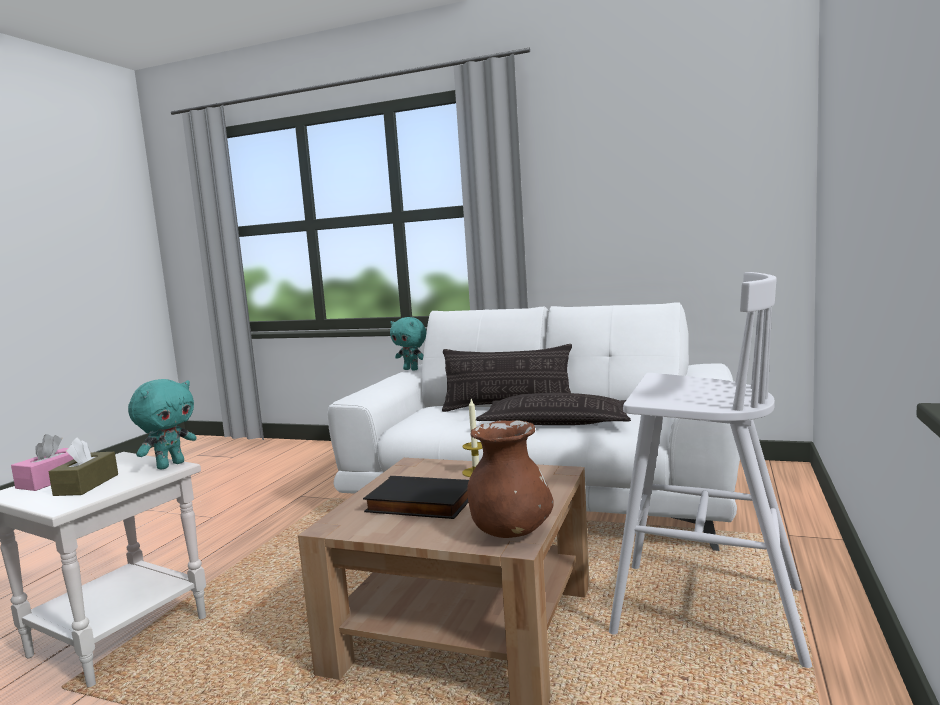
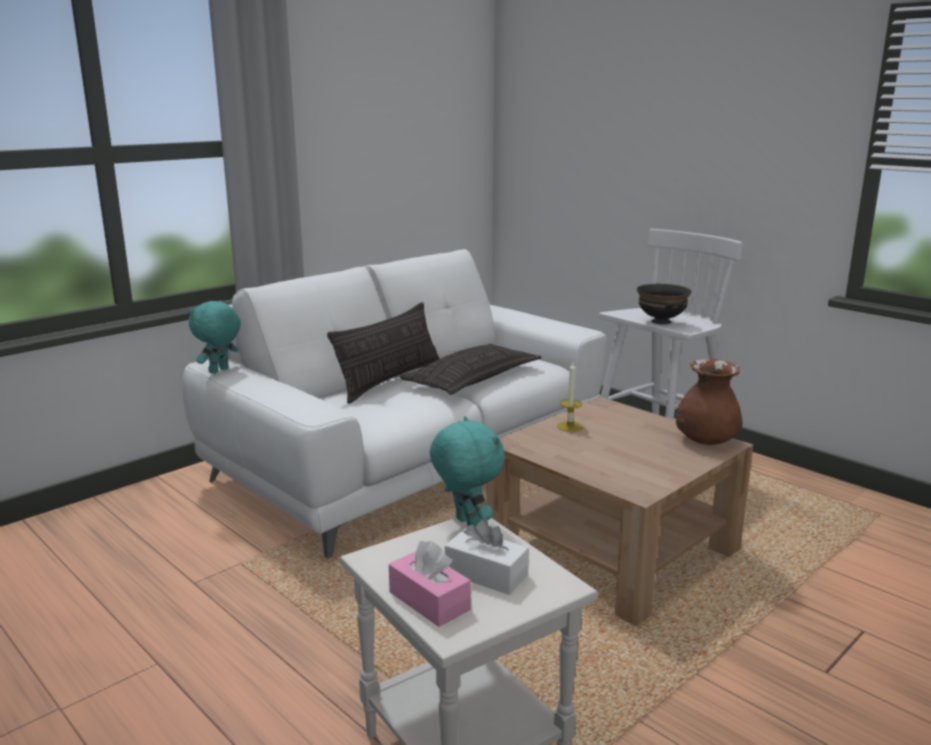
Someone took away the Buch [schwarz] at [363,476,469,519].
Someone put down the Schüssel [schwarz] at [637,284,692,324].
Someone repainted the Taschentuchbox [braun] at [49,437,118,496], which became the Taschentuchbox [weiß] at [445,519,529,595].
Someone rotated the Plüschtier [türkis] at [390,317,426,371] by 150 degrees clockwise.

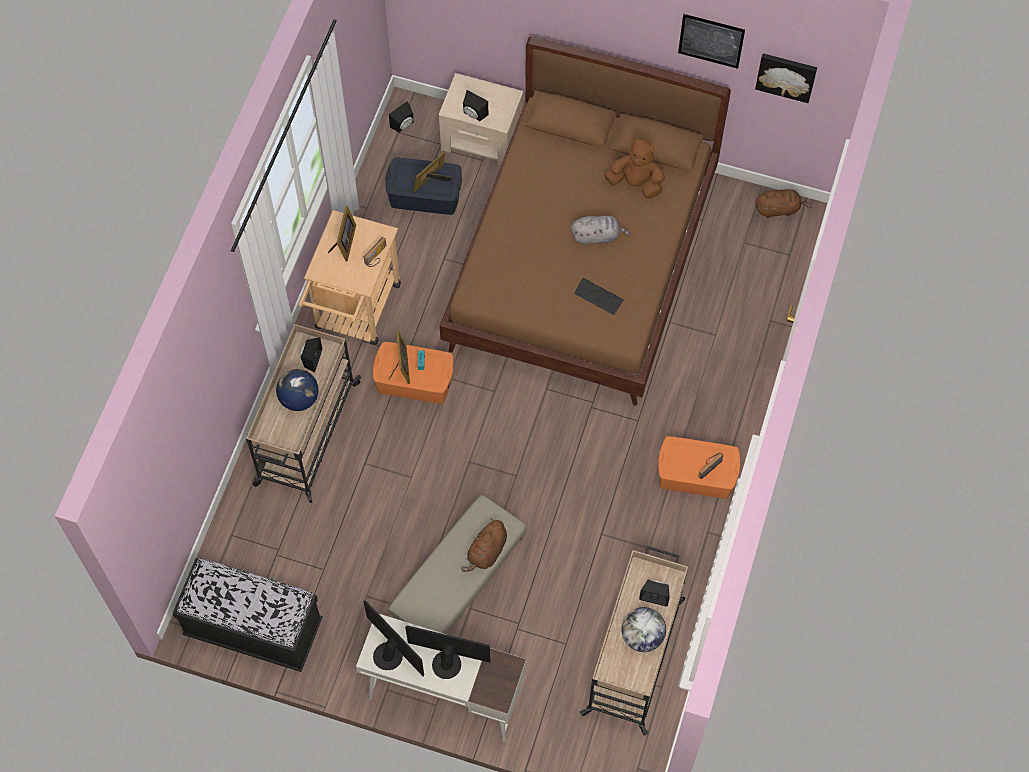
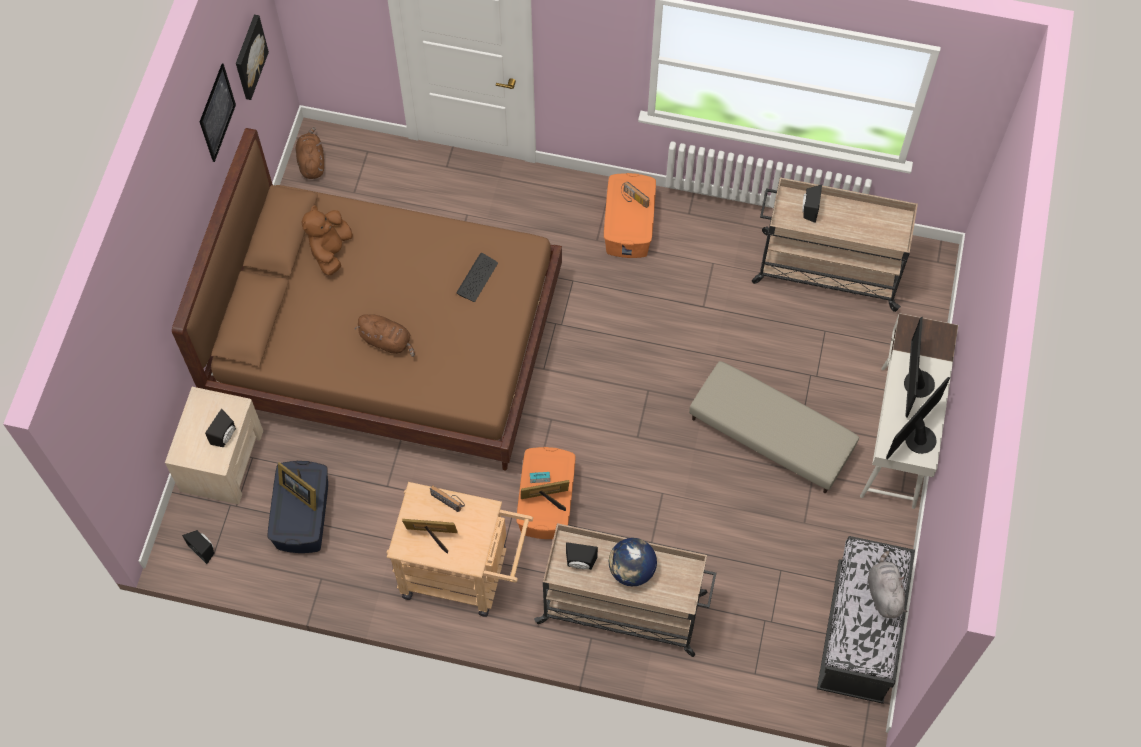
Someone took away the Globus at [621,607,666,652].
Someone carried the Plüschtier [braun] from [461,518,507,572] to [355,314,415,357].
Someone carried the Plüschtier [grau] from [571,215,631,245] to [868,551,907,618].

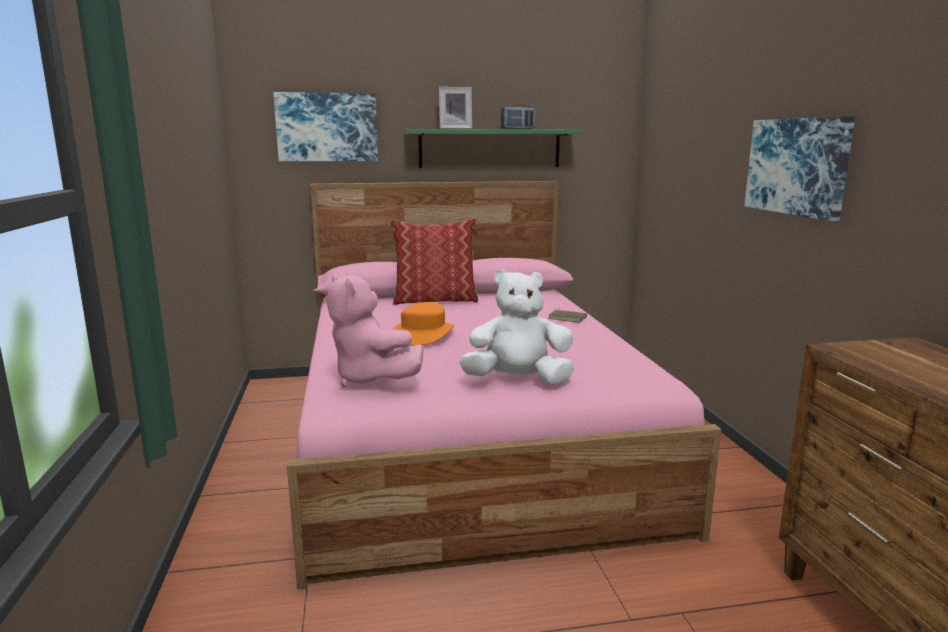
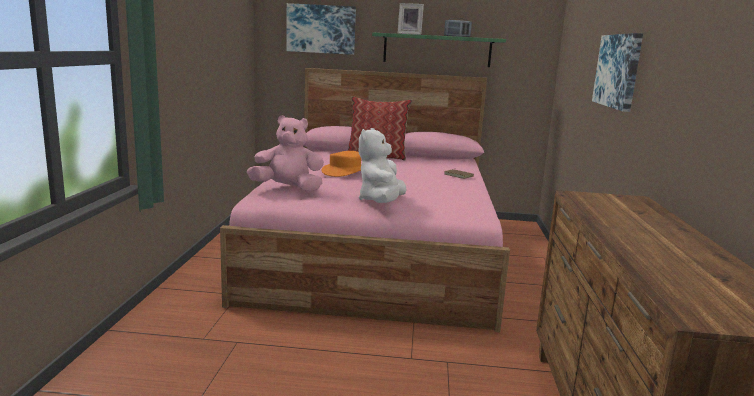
Someone rotated the Plüschtier [rosa] at [327,274,423,388] by 120 degrees clockwise.
Someone rotated the Plüschtier [weiß] at [459,269,574,385] by 90 degrees counterclockwise.

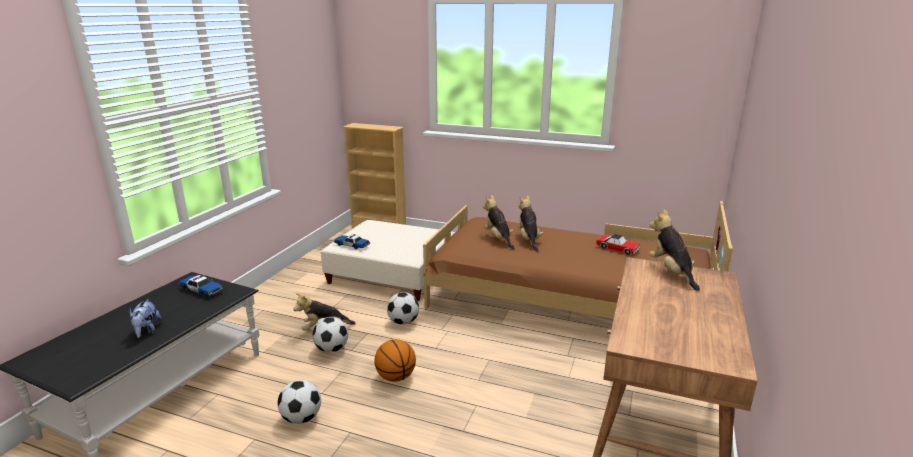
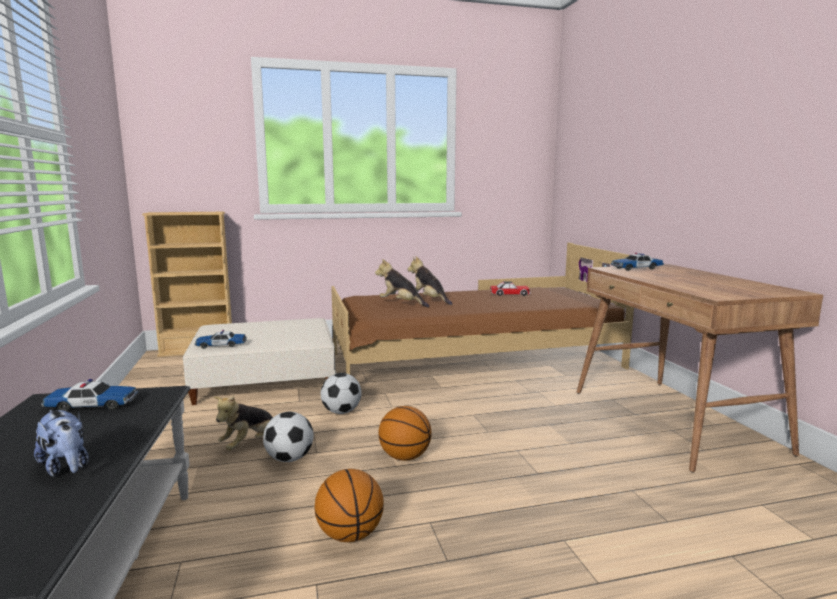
Someone swapped the Fußball at [278,380,321,424] for the Basketball at [315,469,384,542].
Someone swapped the Plüschtier at [649,209,700,291] for the Spielzeugauto at [611,253,664,271].

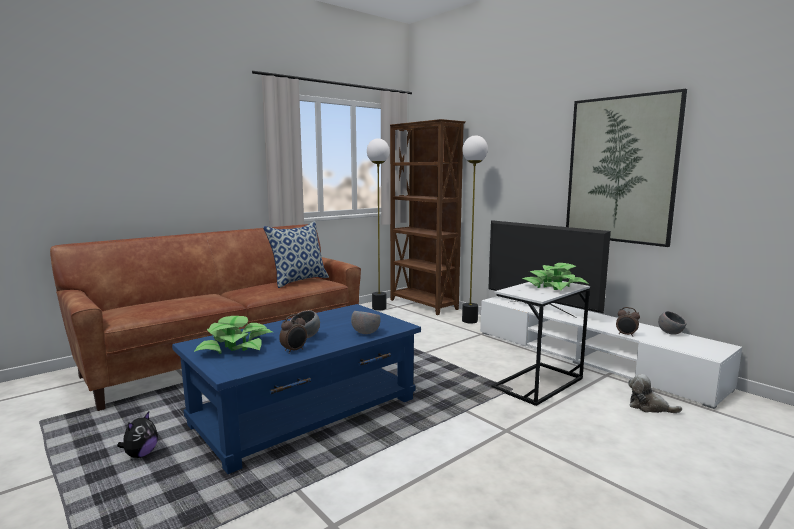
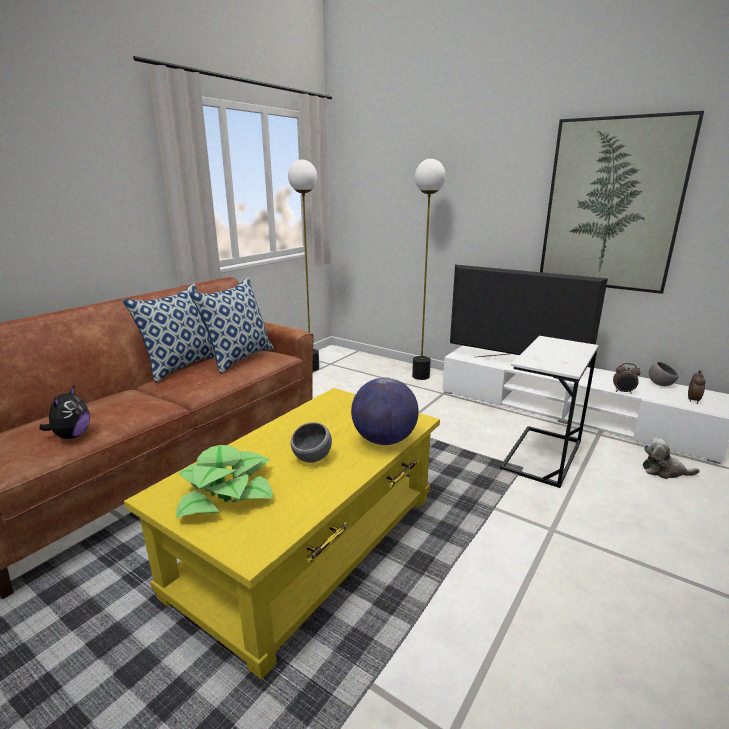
Someone took away the Bücherregal [braun] at [390,119,466,315].
Someone took away the Topfpflanze at [522,263,588,291].
Someone put down the Kissen at [122,283,216,383].
Someone carried the Plüschtier from [117,411,158,458] to [39,386,90,439].
Someone carried the Wecker from [279,314,307,354] to [688,370,705,404].
Someone swapped the Schüssel [grau] at [351,311,381,334] for the Globus at [351,378,419,445].
Someone repainted the Couchtisch [blau] at [172,304,421,474], which became the Couchtisch [gelb] at [124,388,440,679].

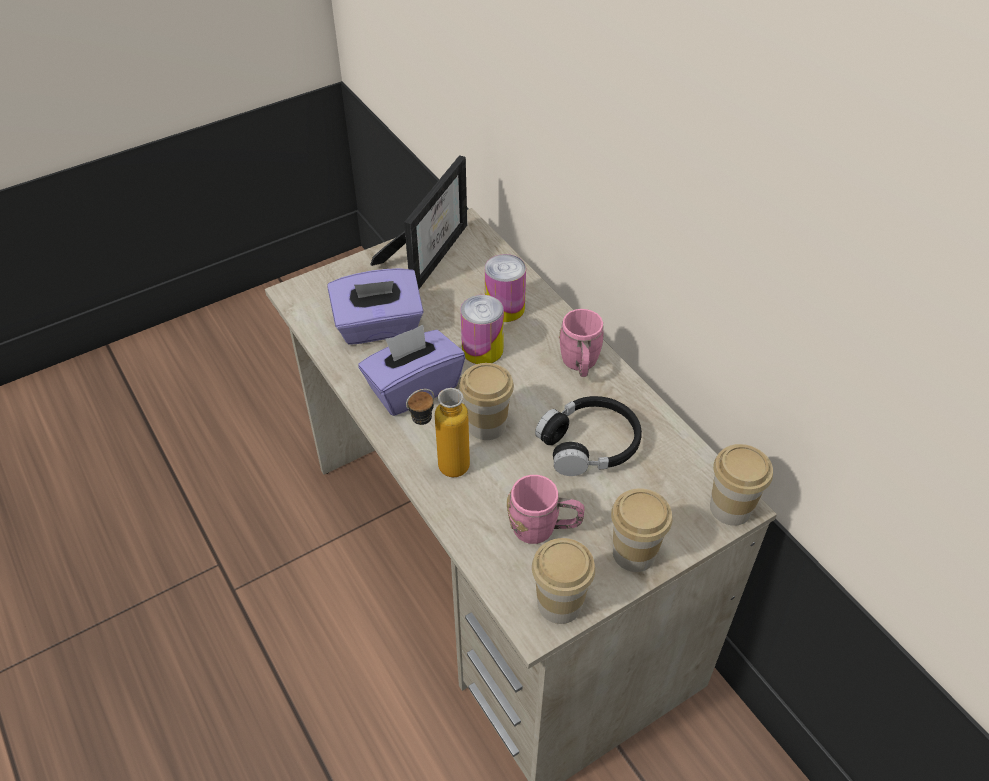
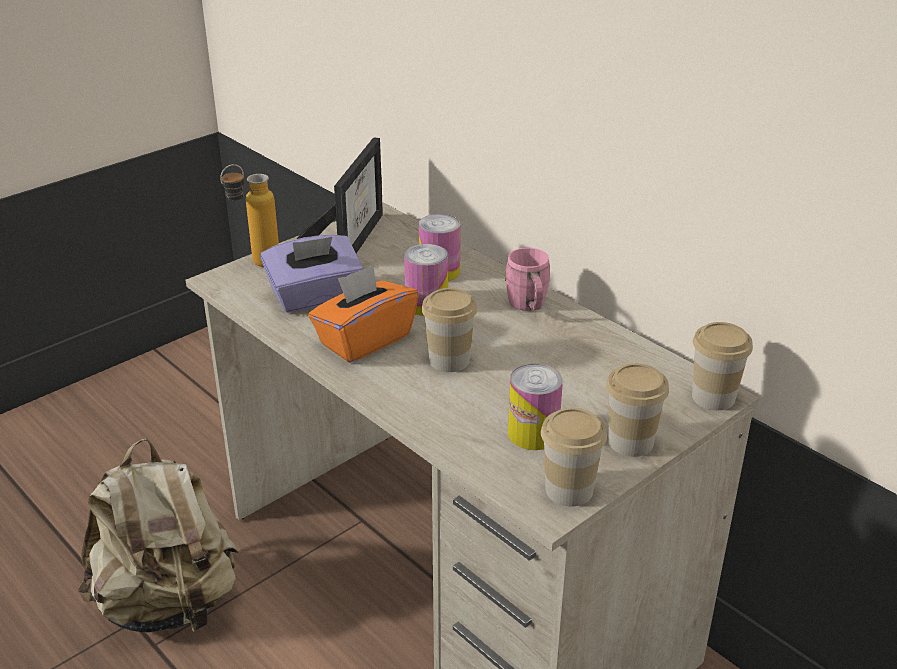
Someone took away the Kopfhörer [schwarz] at [535,396,642,476].
Someone put down the Rucksack [beige] at [78,438,238,635].
Someone carried the Flasche from [406,388,470,477] to [220,164,279,267].
Someone swapped the Henkelbecher [rosa] at [507,475,585,544] for the Dose at [508,364,563,450].
Someone repainted the Taschentuchbox [lila] at [358,325,465,416], which became the Taschentuchbox [orange] at [309,265,419,363].

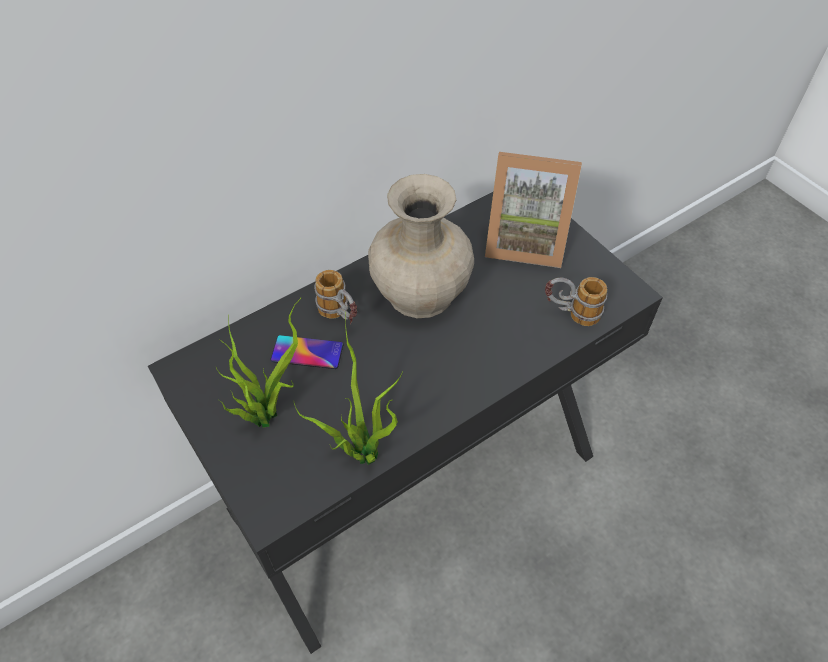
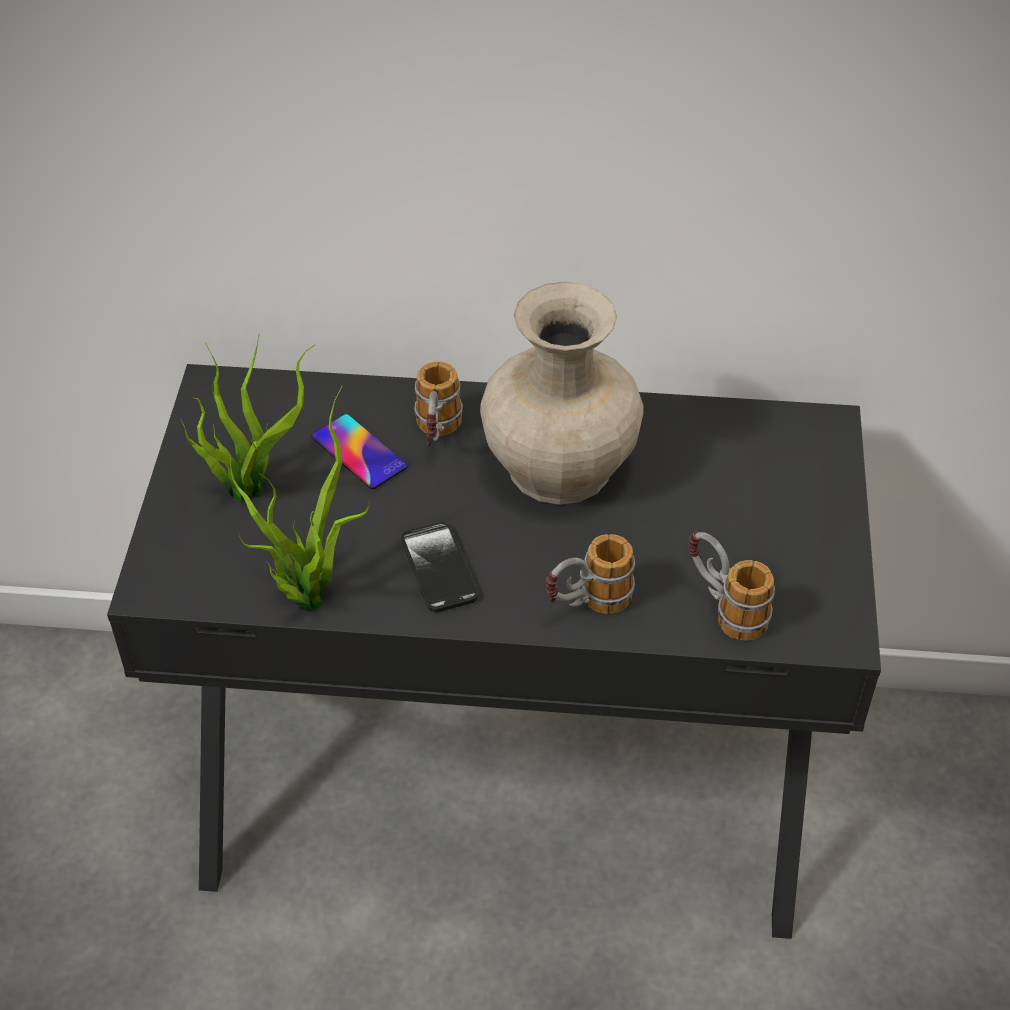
Someone took away the Bilderrahmen at [485,152,582,268].
Someone put down the Handy at [401,522,478,612].
Someone put down the Henkelbecher at [546,534,635,614].

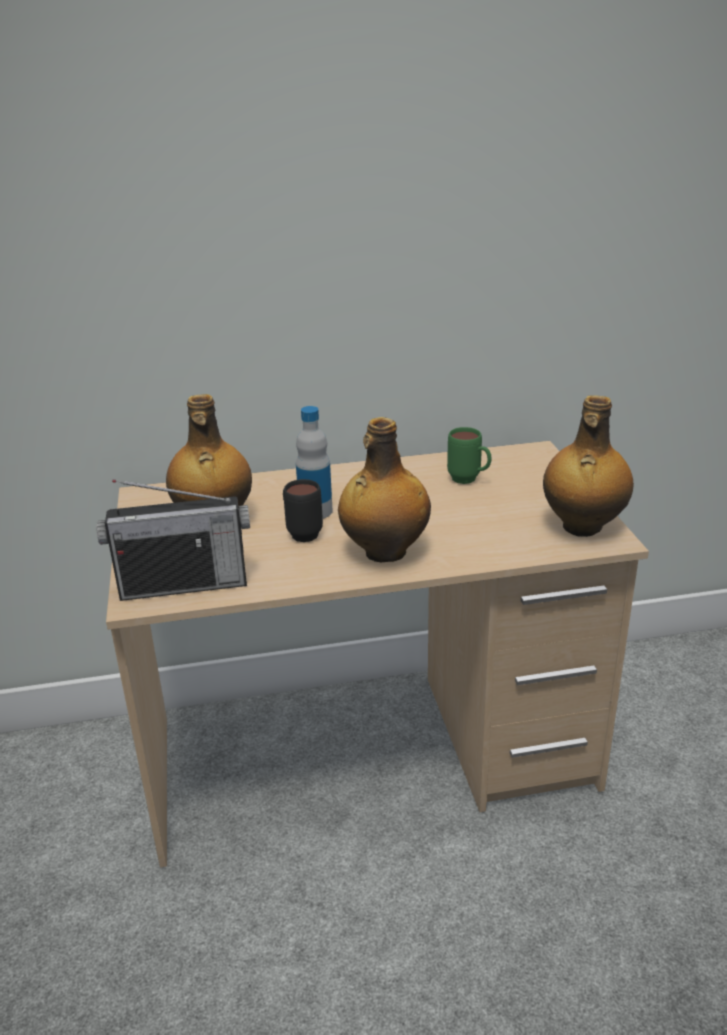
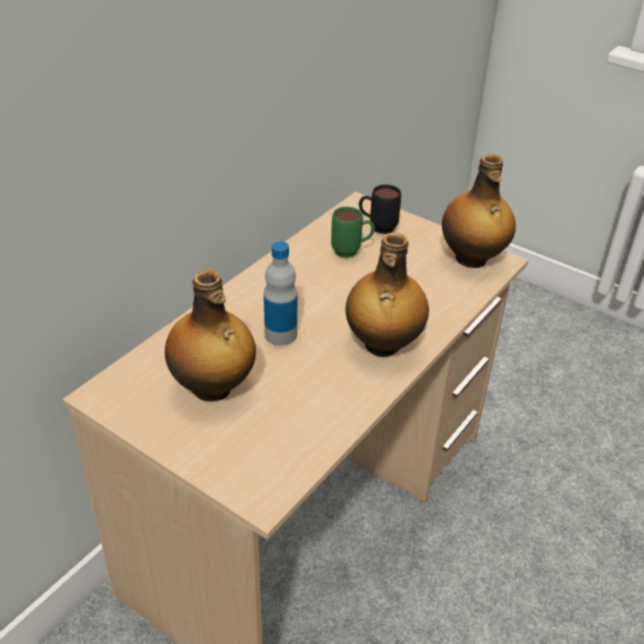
Someone took away the Radio at [96,480,250,601].
Someone carried the Henkelbecher [schwarz] from [283,479,323,542] to [359,185,401,234].

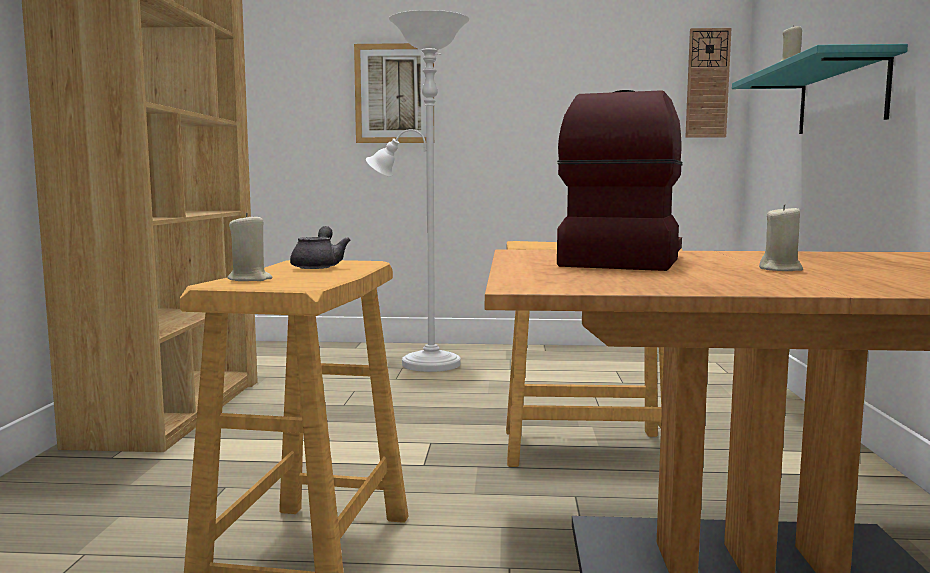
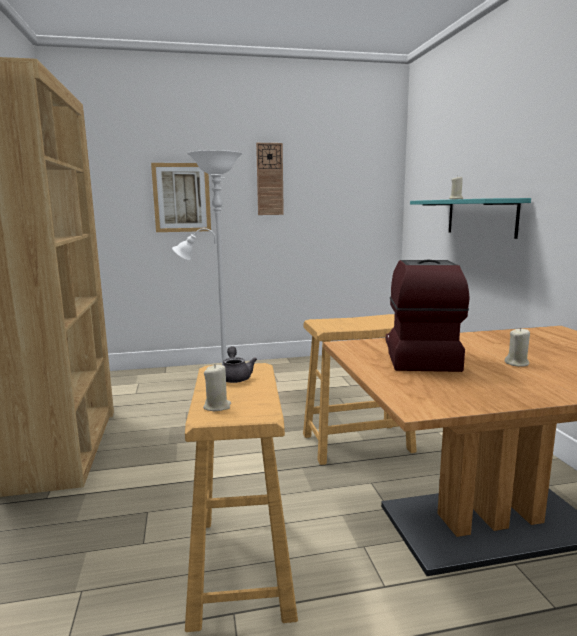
Someone carried the Wanduhr from [685,28,731,138] to [256,143,284,215].

